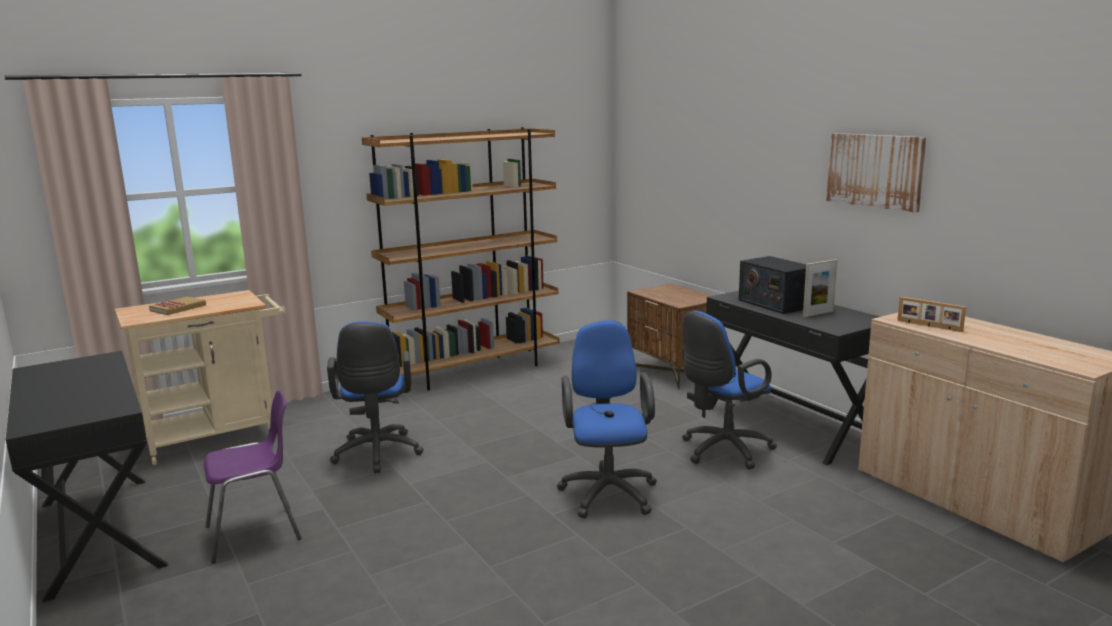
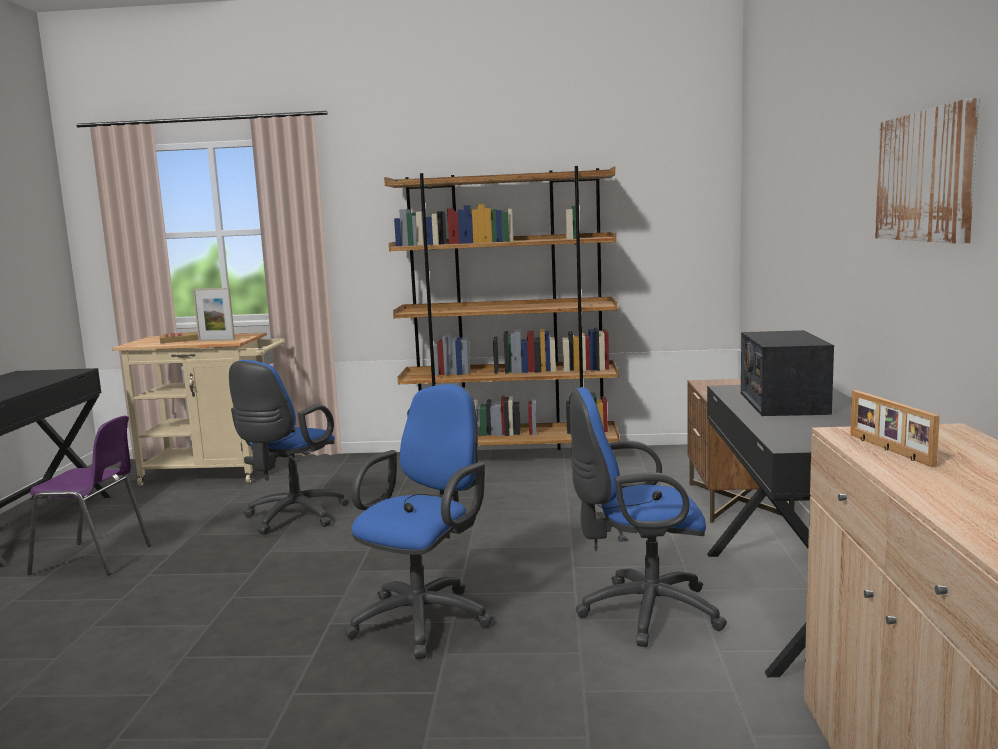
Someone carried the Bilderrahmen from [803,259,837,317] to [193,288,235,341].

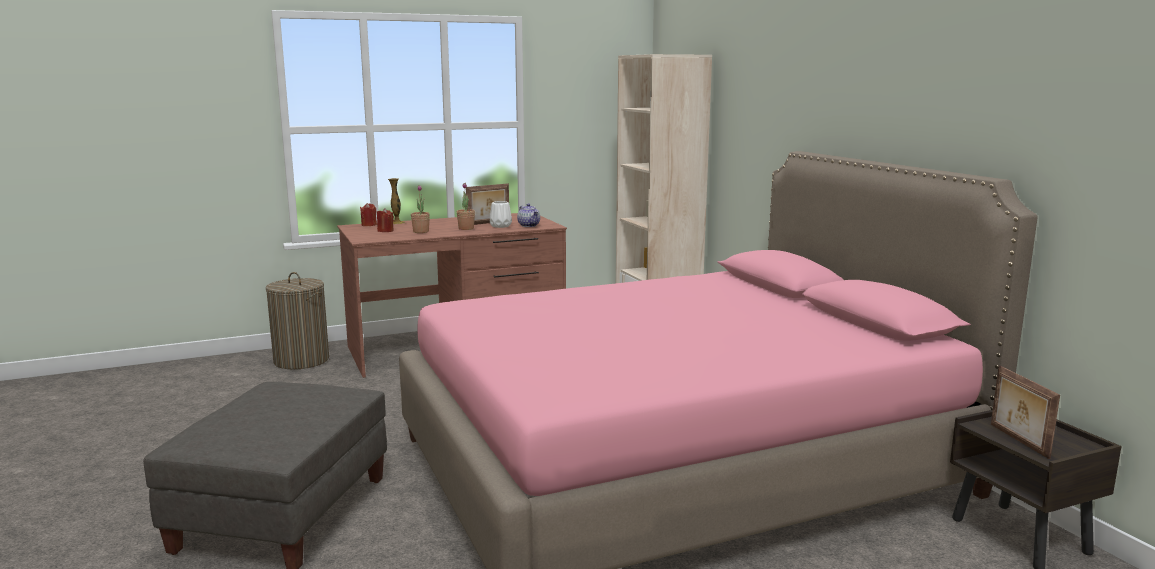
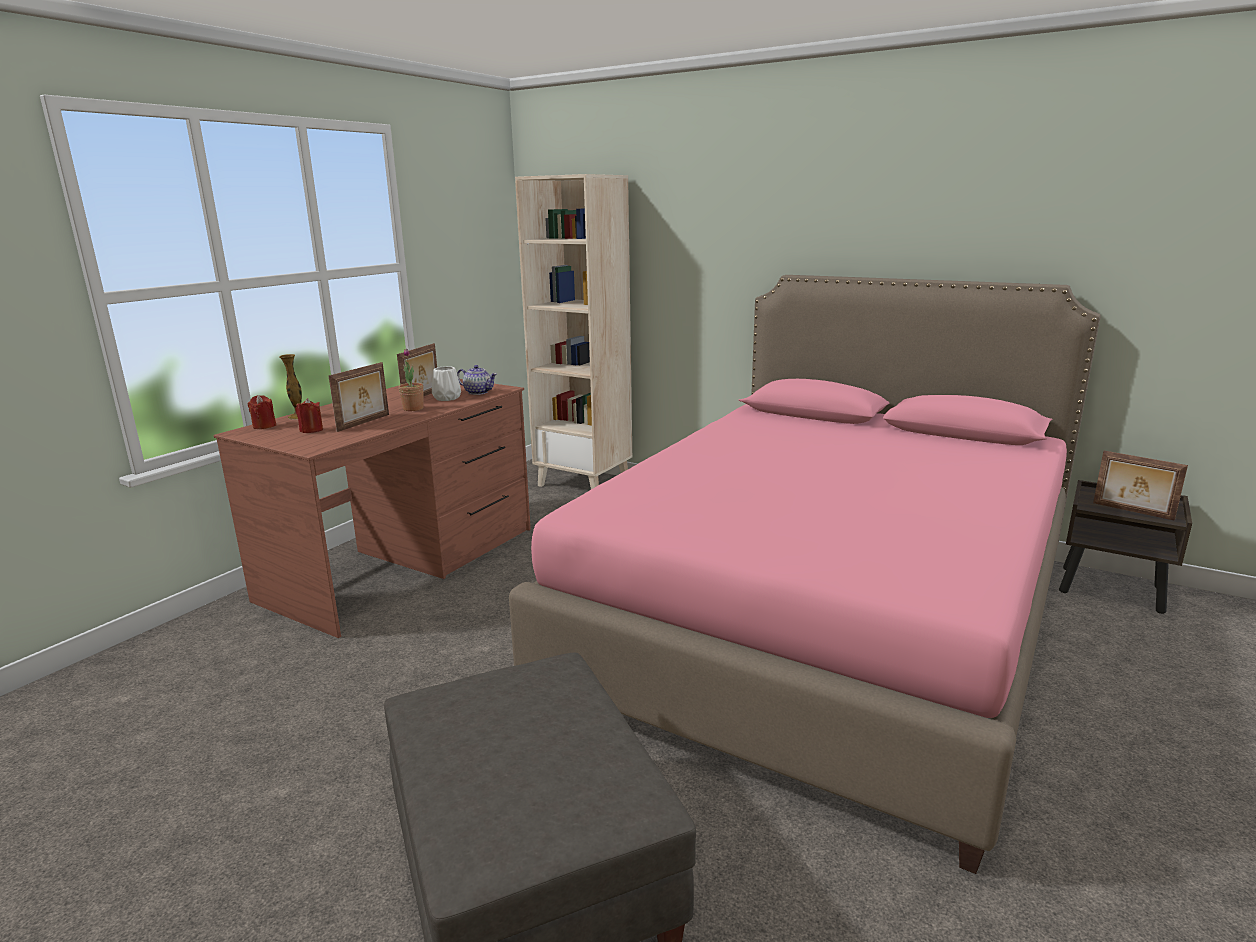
Someone took away the Wäschekorb at [266,272,329,369].
Someone swapped the Topfpflanze at [411,185,430,233] for the Bilderrahmen at [329,362,389,432].

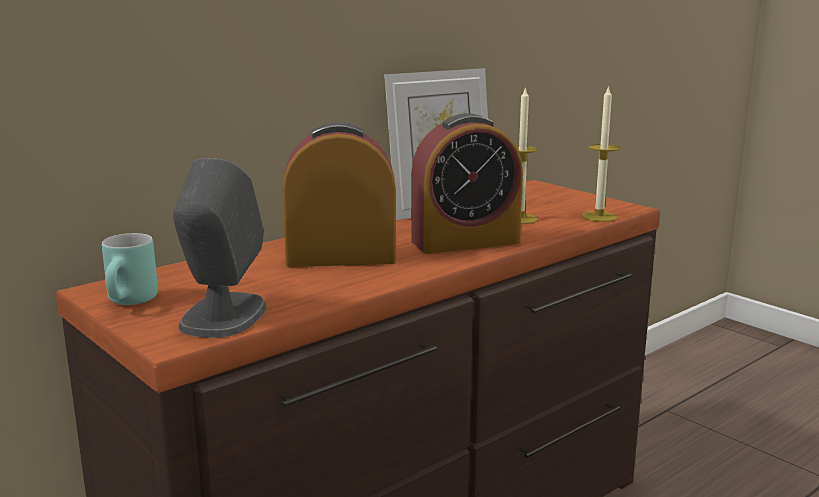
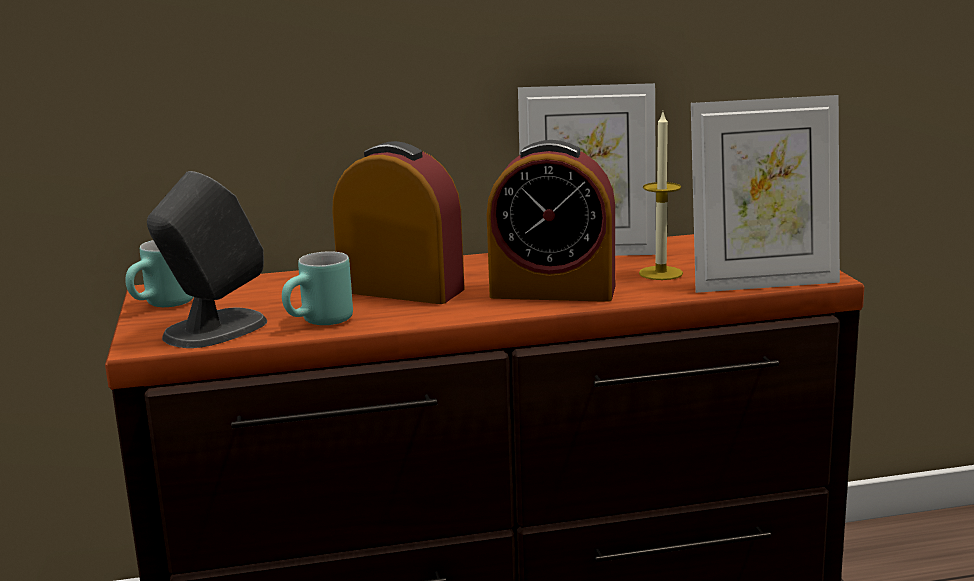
Someone put down the Henkelbecher [türkis] at [282,251,353,325].
Someone swapped the Kerze at [582,85,620,222] for the Bilderrahmen at [691,95,840,293].

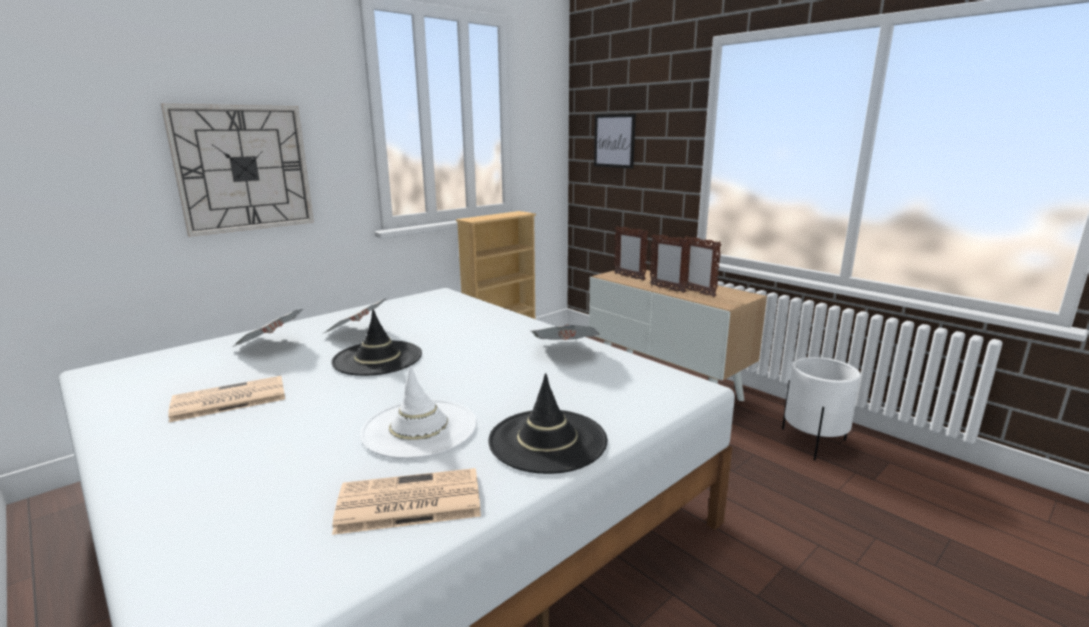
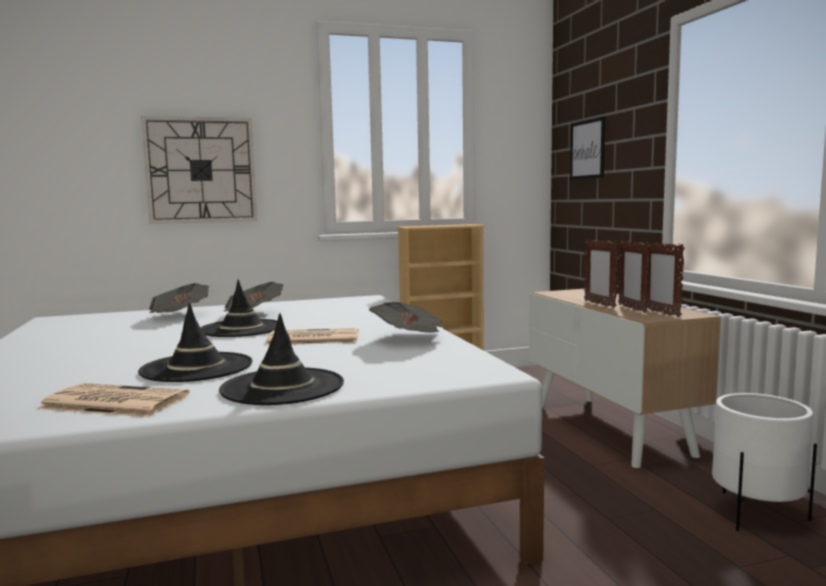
Someone carried the Zeitung from [168,376,285,422] to [266,328,359,345].
Someone carried the Bilderrahmen from [614,226,648,281] to [646,242,685,317].
Someone repainted the Hut [weiß] at [360,365,477,459], which became the Hut [schwarz] at [138,303,252,382].

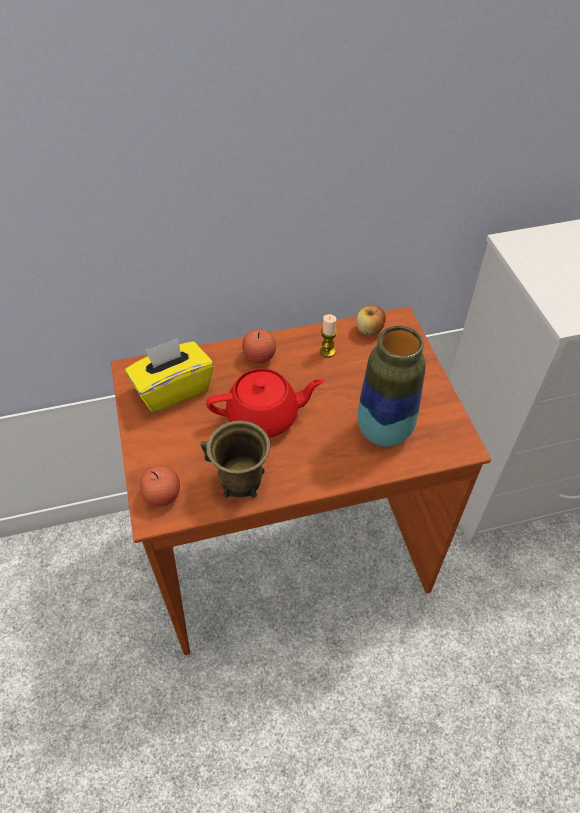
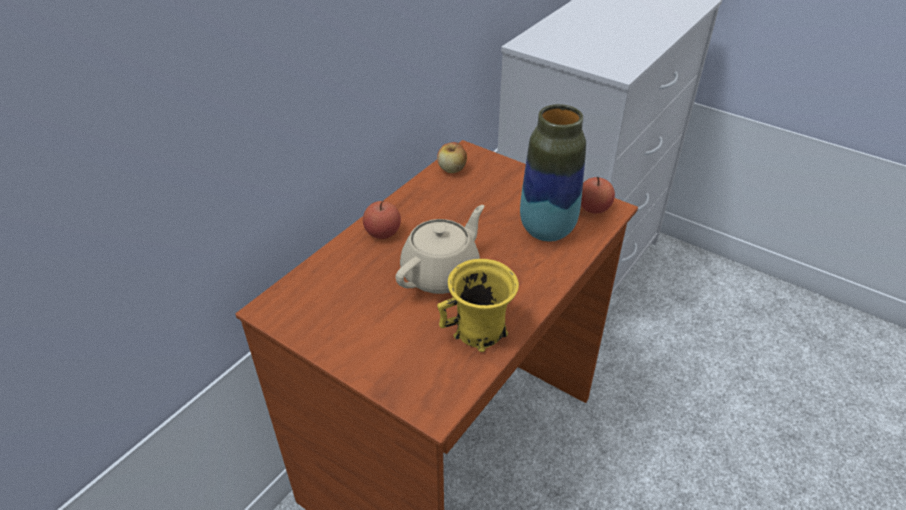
Someone took away the Taschentuchbox [gelb] at [125,338,214,413].
Someone took away the Kerze at [320,314,337,357].
Someone carried the Apfel from [140,466,180,506] to [581,177,615,213].
Someone repainted the Henkelbecher [braun] at [200,420,270,498], which became the Henkelbecher [gelb] at [437,259,519,352].
Someone repainted the Teekanne [rot] at [206,368,324,438], which became the Teekanne [beige] at [395,205,484,294].

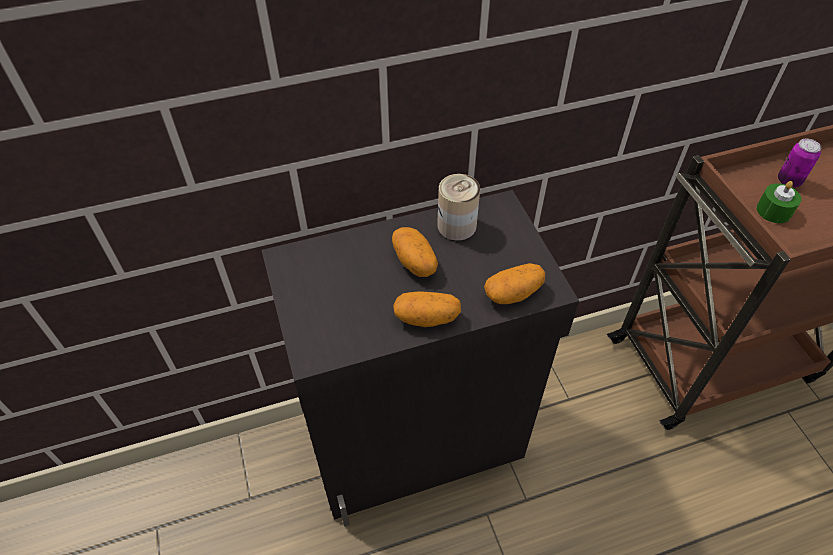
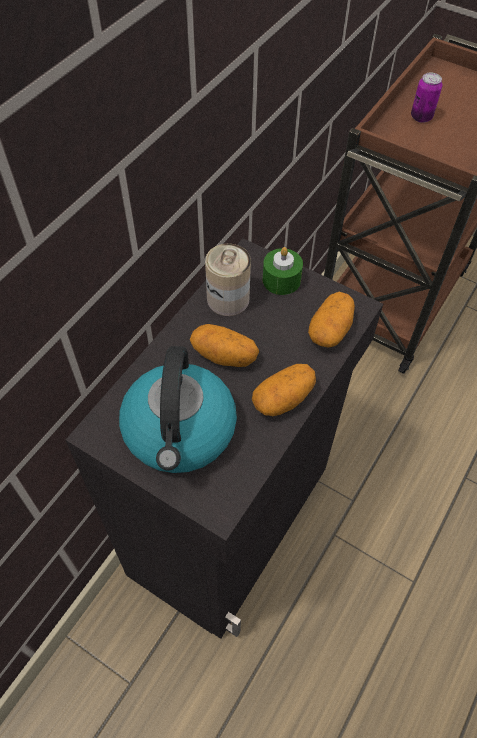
Someone put down the Wasserkessel at [119,346,237,473].
Someone carried the Kerze [grün] from [757,181,802,223] to [263,247,303,295].

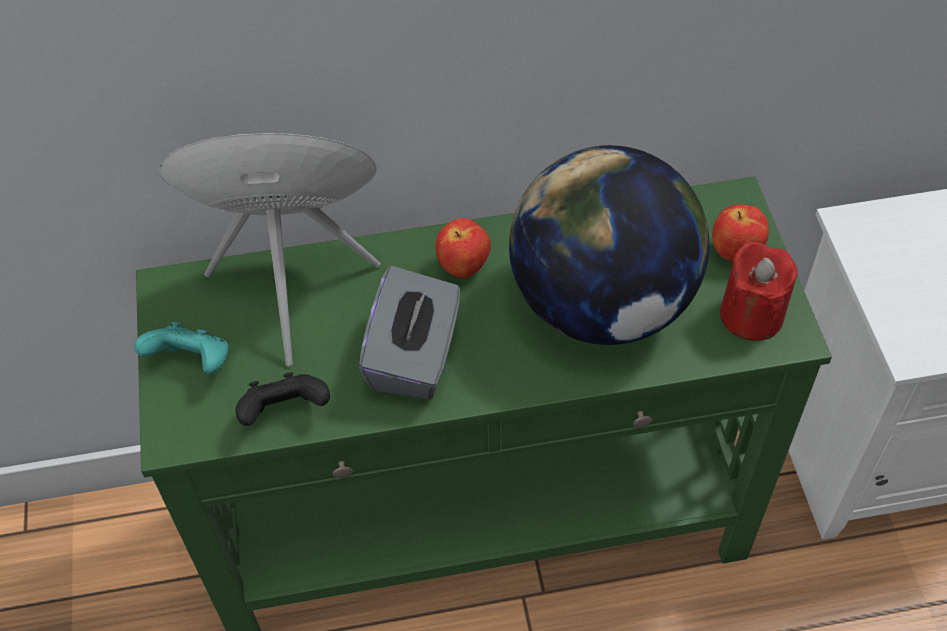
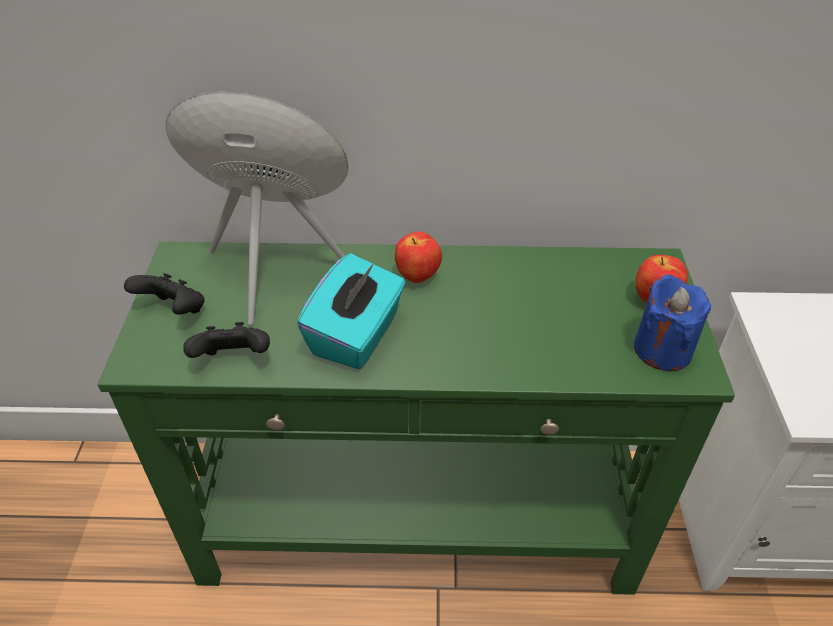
Someone took away the Globus at [509,145,709,345].
Someone repainted the Gamepad [türkis] at [135,321,229,374], which became the Gamepad [schwarz] at [124,273,205,315].
Someone repainted the Taschentuchbox [grau] at [359,266,461,399], which became the Taschentuchbox [türkis] at [297,253,406,369].
Someone repainted the Kerze [rot] at [720,240,798,341], which became the Kerze [blau] at [634,274,711,371].

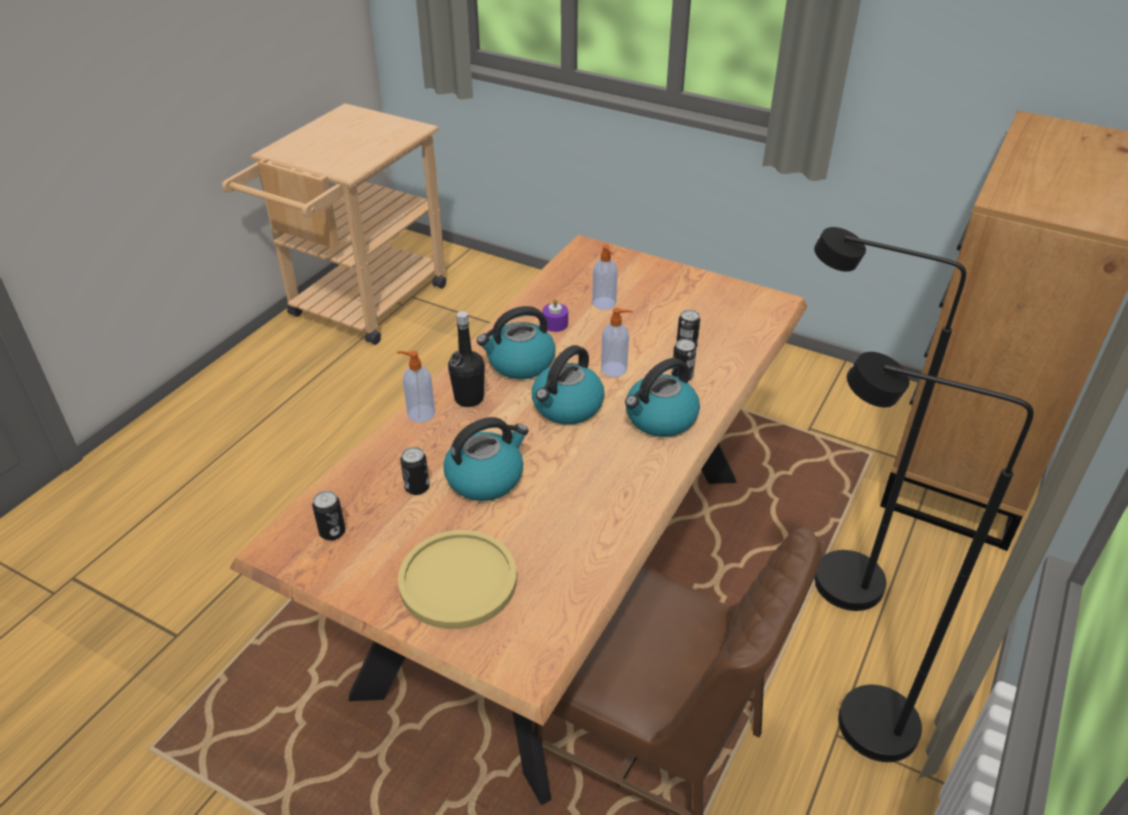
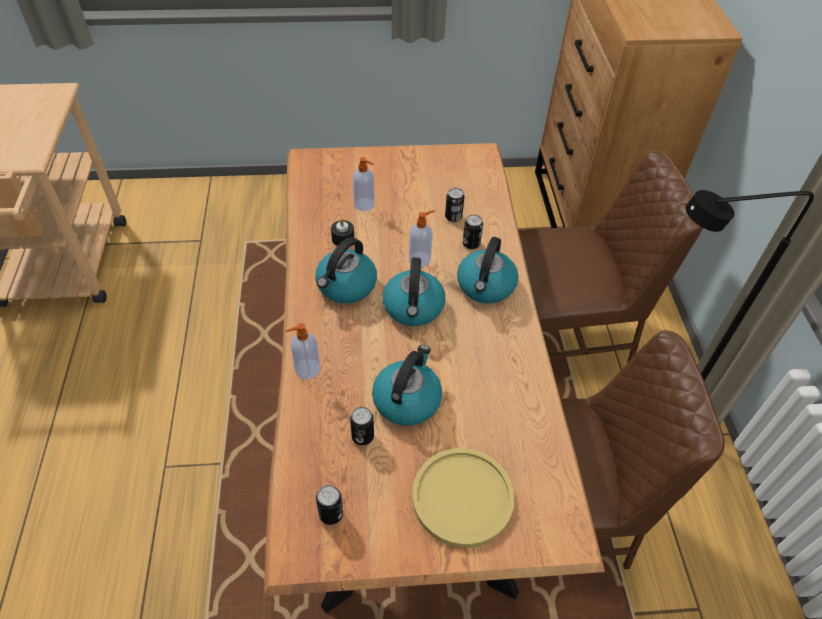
Someone took away the Flasche [schwarz] at [448,311,485,407].
Someone swapped the Stehlampe [schwarz] at [814,227,966,611] for the Stuhl [braun] at [518,150,703,363].
Someone repainted the Kerze [lila] at [542,298,568,332], which became the Kerze [schwarz] at [331,219,354,246].

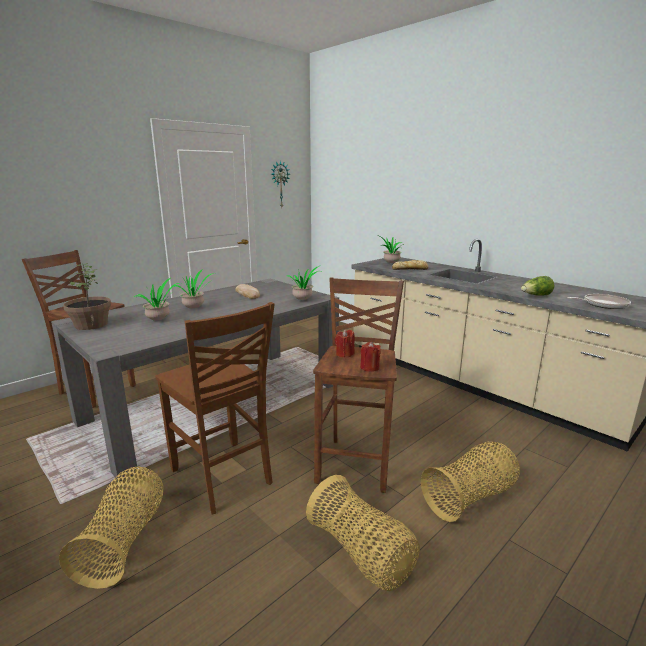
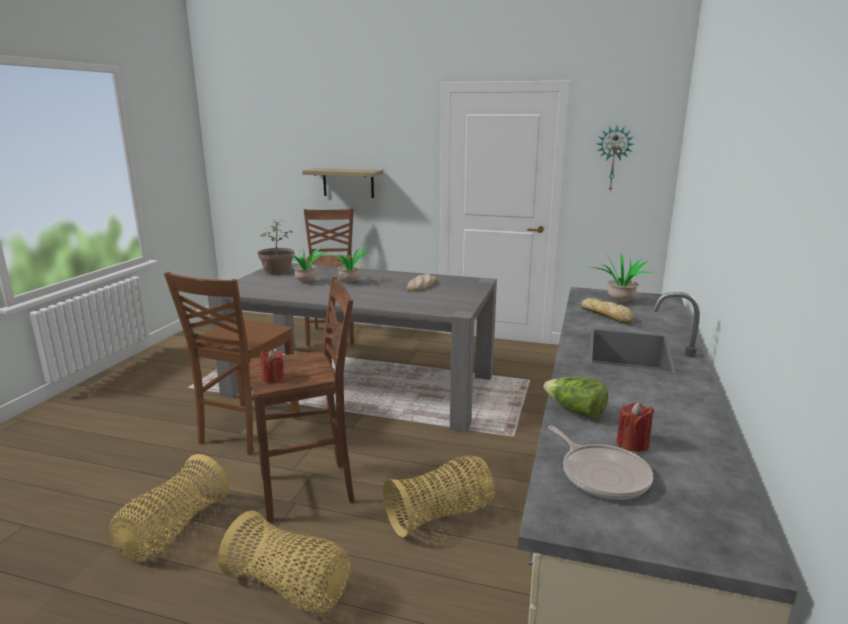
Someone took away the Topfpflanze at [285,265,321,300].
Someone put up the Wandregal at [302,168,383,198].
Someone carried the Korb from [59,467,163,589] to [383,456,495,538].
Someone carried the Kerze [rot] from [335,329,355,358] to [616,402,654,452].

